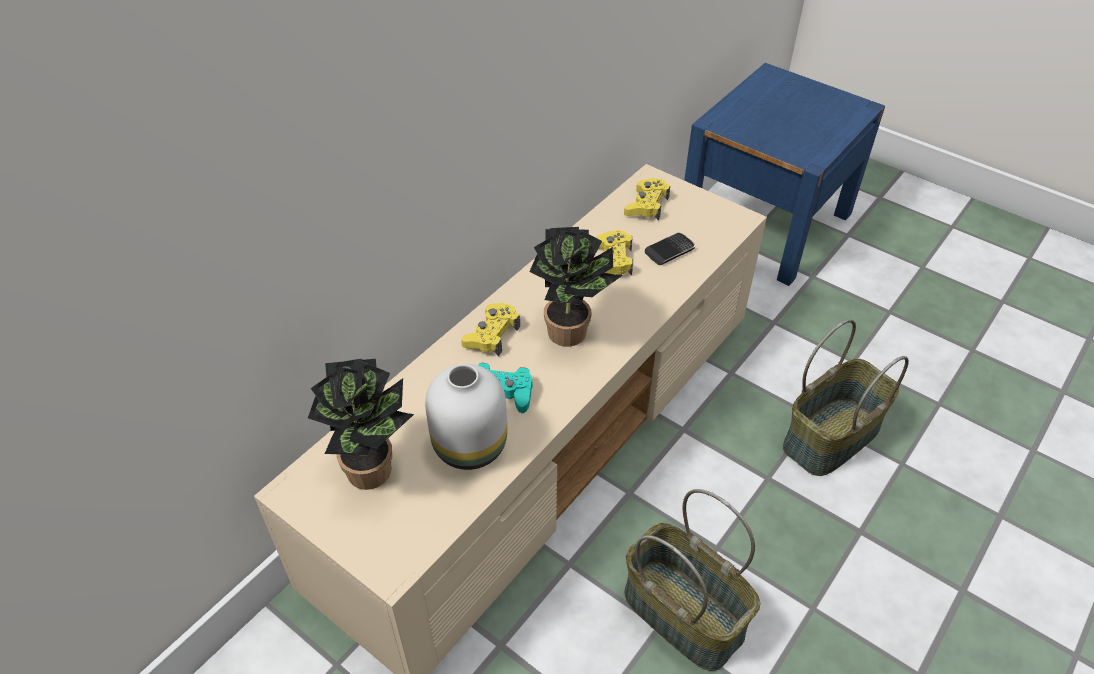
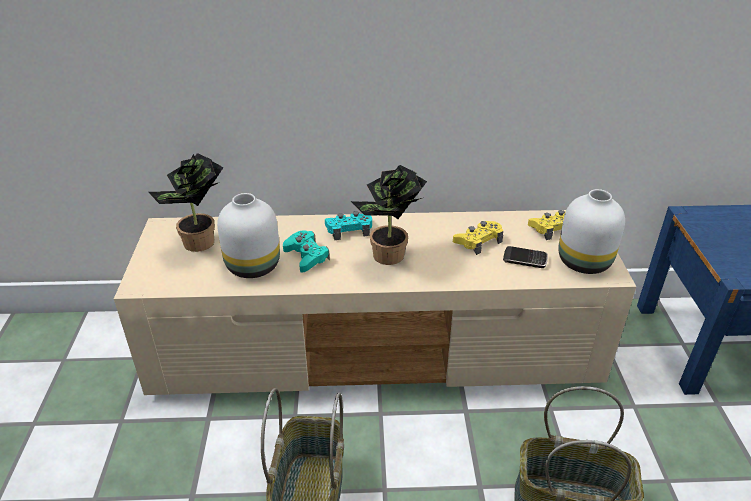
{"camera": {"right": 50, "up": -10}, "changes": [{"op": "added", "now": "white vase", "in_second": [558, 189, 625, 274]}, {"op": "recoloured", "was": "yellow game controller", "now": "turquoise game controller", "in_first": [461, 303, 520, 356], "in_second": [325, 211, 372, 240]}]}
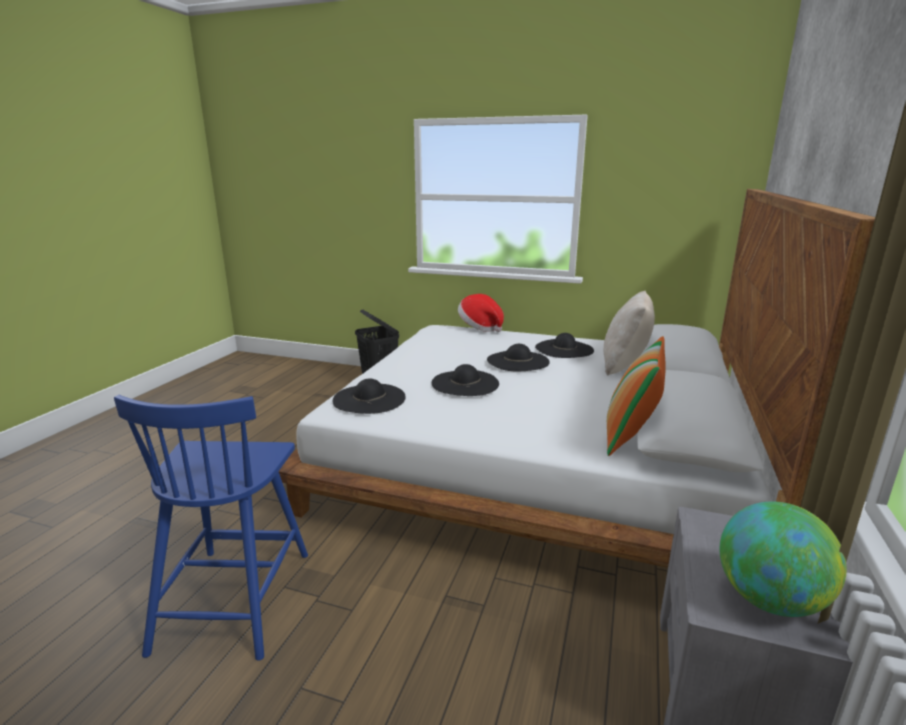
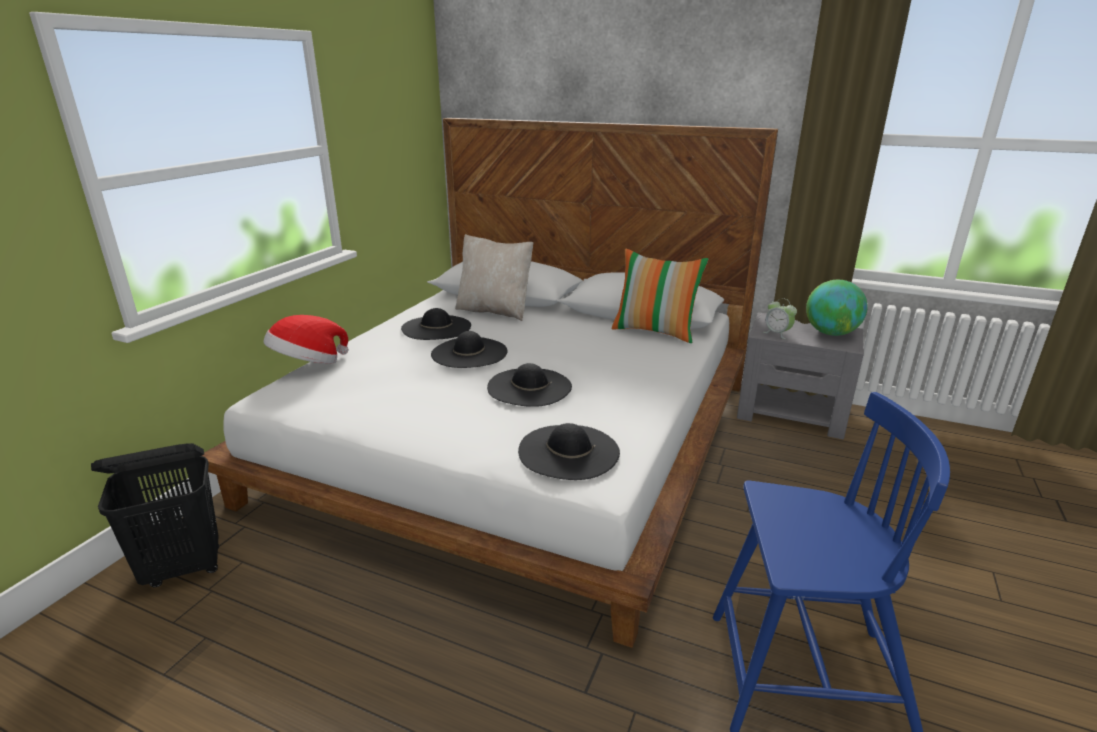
{"camera": {"right": -85, "up": 5}, "changes": [{"op": "added", "now": "alarm clock", "in_second": [763, 298, 797, 339]}]}
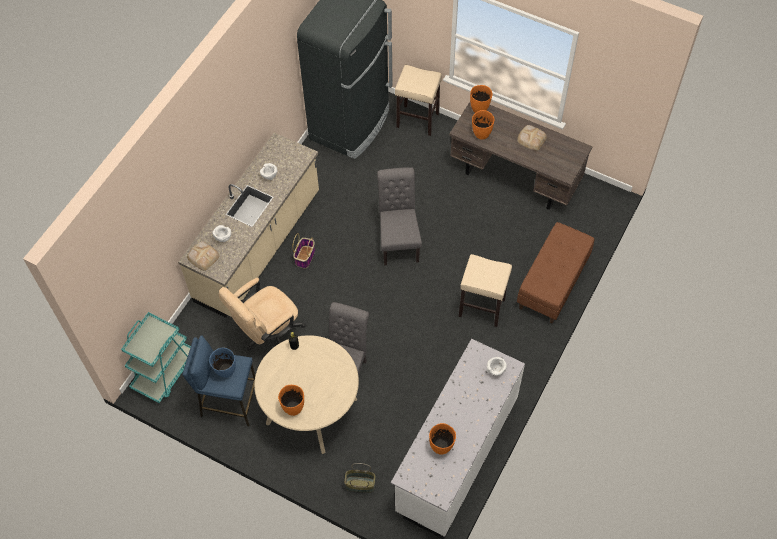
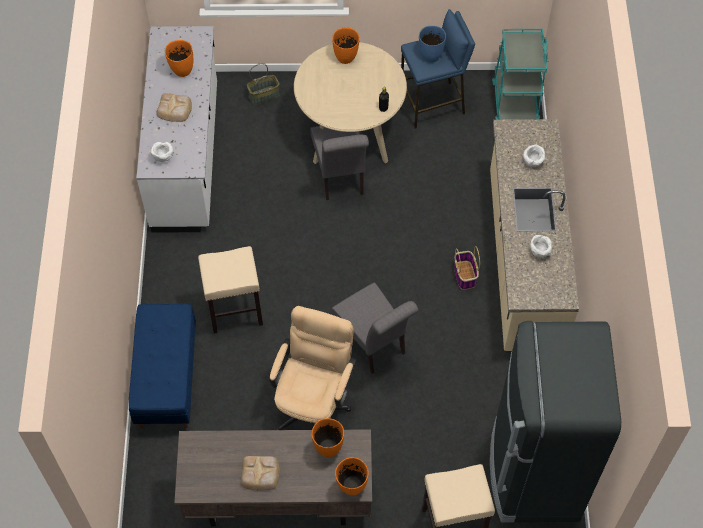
{"camera": {"right": 150, "up": 0}, "changes": [{"op": "moved", "was": "bread", "in_first": [187, 241, 219, 271], "in_second": [156, 93, 192, 122]}, {"op": "moved", "was": "beige office chair", "in_first": [218, 278, 305, 351], "in_second": [269, 306, 357, 430]}, {"op": "recoloured", "was": "brown bench", "now": "blue bench", "in_first": [517, 222, 594, 324], "in_second": [129, 304, 196, 429]}]}
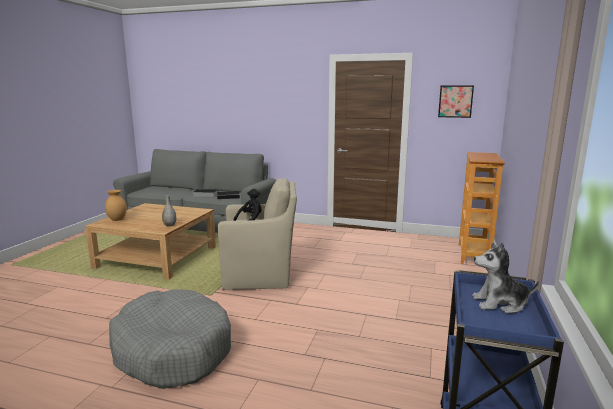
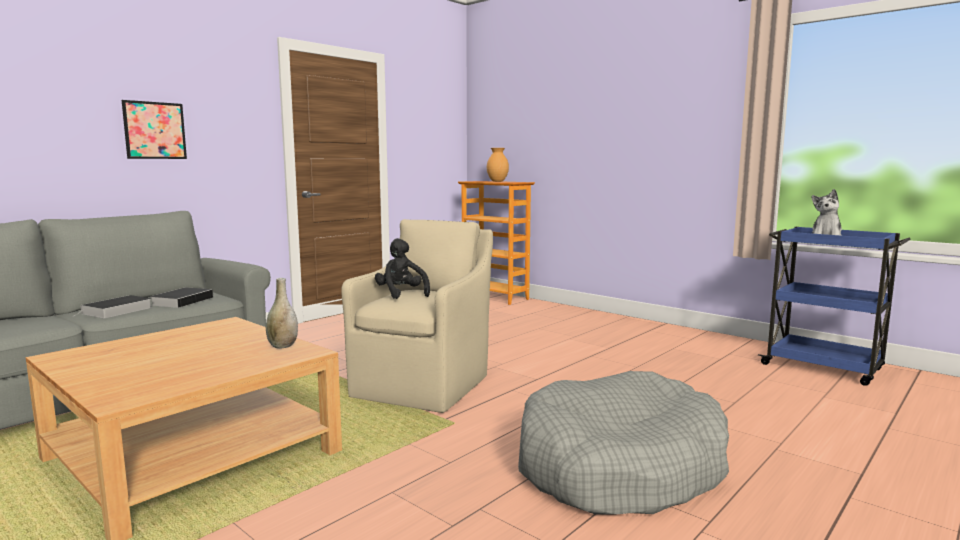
{"camera": {"right": -65, "up": -5}, "changes": [{"op": "moved", "was": "brown vase", "in_first": [105, 190, 127, 221], "in_second": [487, 148, 509, 182]}, {"op": "moved", "was": "picture", "in_first": [438, 85, 474, 118], "in_second": [122, 100, 187, 159]}]}
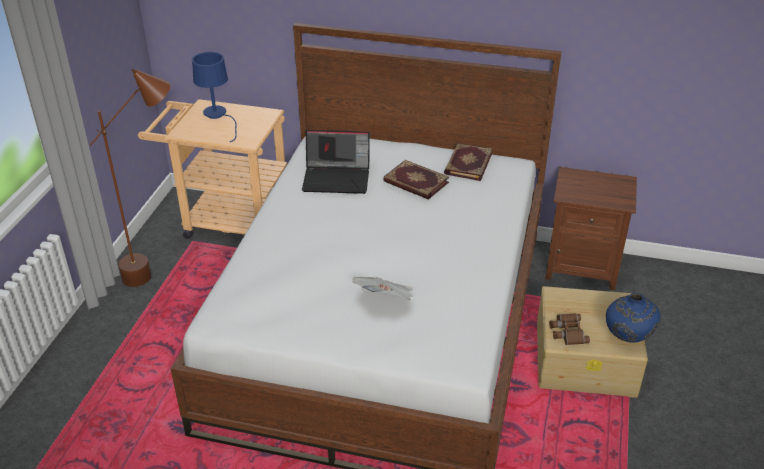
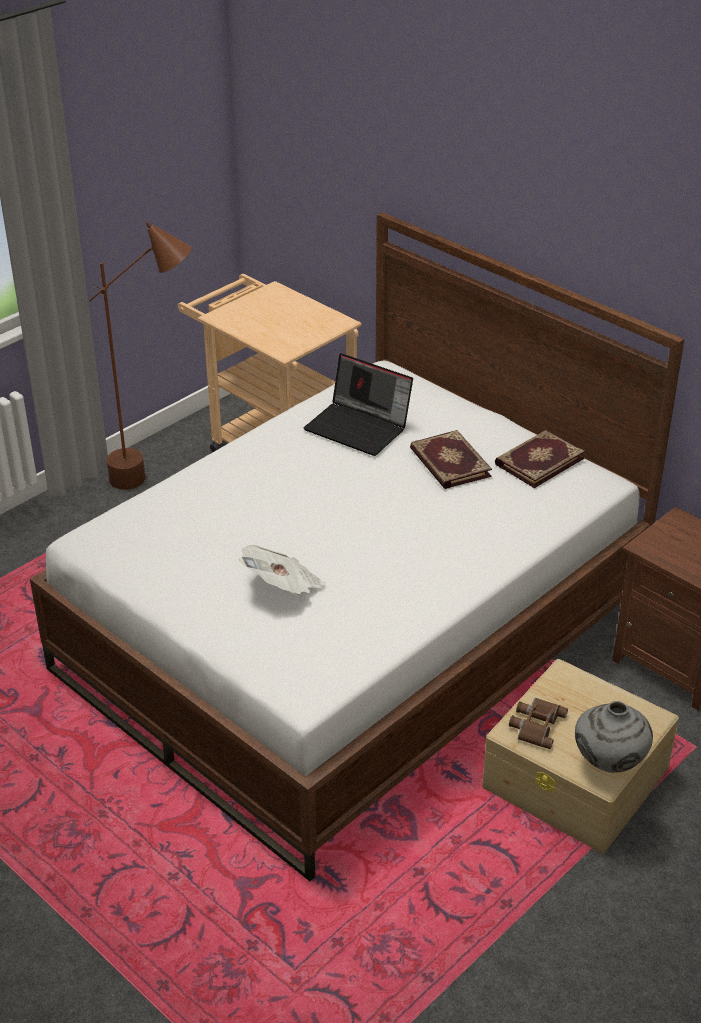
{"camera": {"right": 30, "up": 0}, "changes": [{"op": "removed", "was": "blue table lamp", "in_first": [192, 52, 237, 142]}, {"op": "recoloured", "was": "blue vase", "now": "grey vase", "in_first": [606, 293, 661, 342], "in_second": [575, 701, 653, 773]}]}
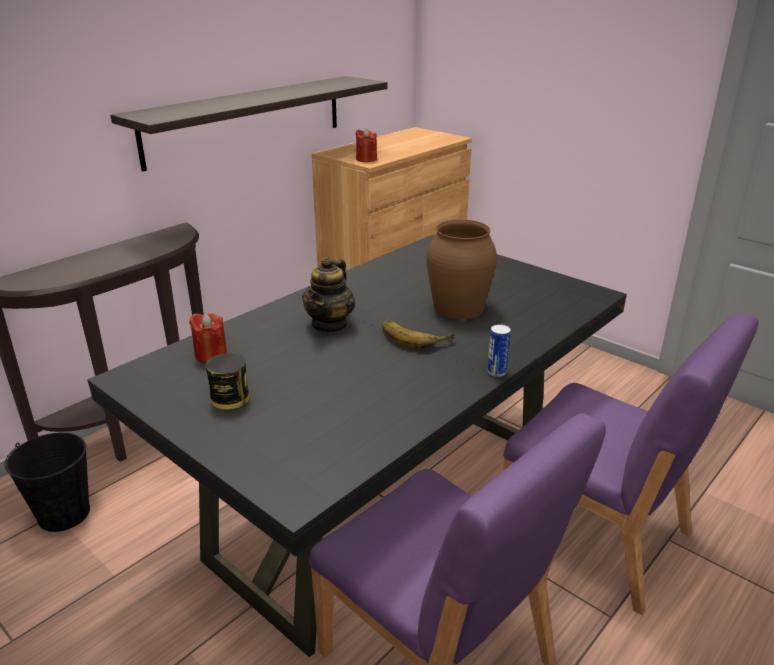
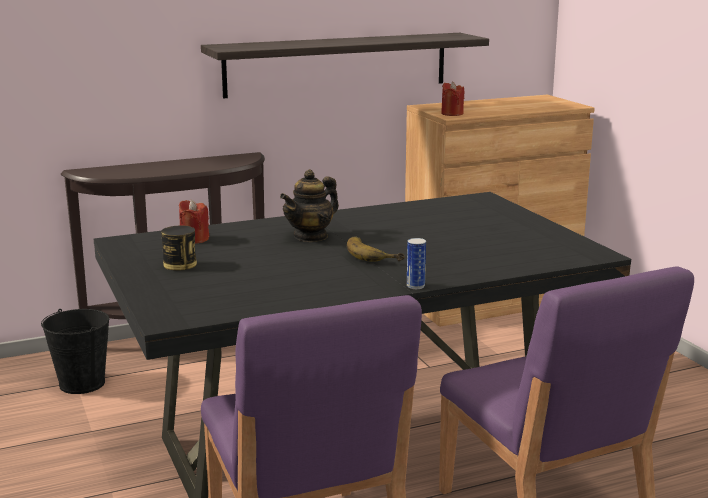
{"camera": {"right": 25, "up": -10}, "changes": [{"op": "removed", "was": "brown vase", "in_first": [426, 219, 497, 319]}]}
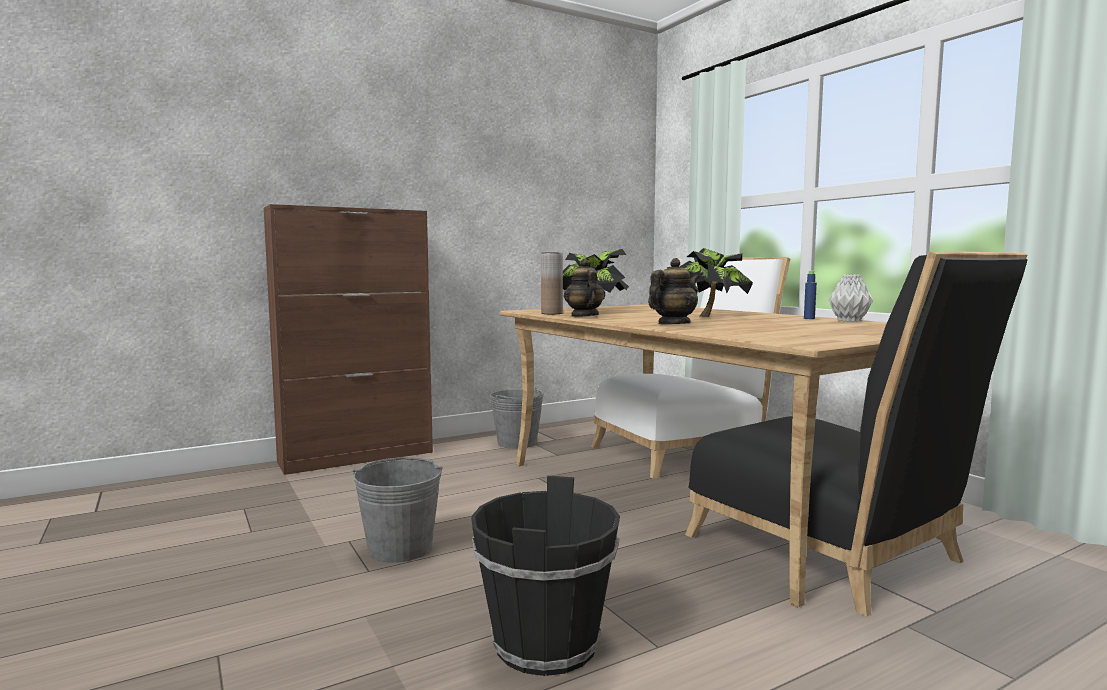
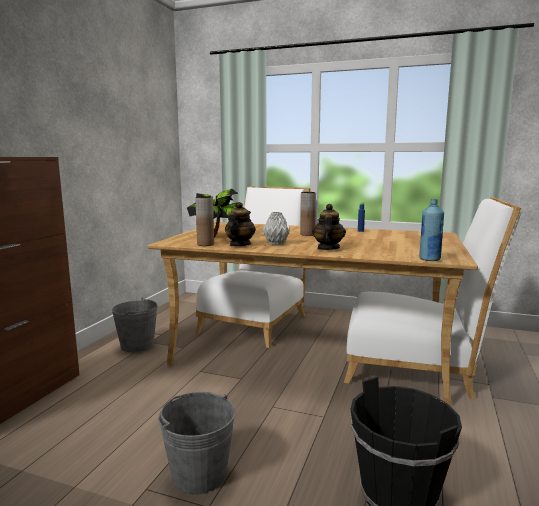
{"camera": {"right": -40, "up": 5}, "changes": [{"op": "added", "now": "blue bottle", "in_second": [419, 199, 444, 261]}, {"op": "moved", "was": "grey vase", "in_first": [828, 275, 873, 322], "in_second": [263, 212, 290, 245]}, {"op": "replaced", "was": "potted plant", "now": "brown vase", "in_first": [679, 248, 753, 317], "in_second": [300, 192, 316, 236]}, {"op": "recoloured", "was": "black chair", "now": "white chair", "in_first": [685, 251, 1028, 617], "in_second": [344, 197, 522, 399]}, {"op": "turned", "was": "teapot", "in_first": [564, 259, 605, 317], "in_second": [225, 202, 256, 246], "clockwise": 75}]}
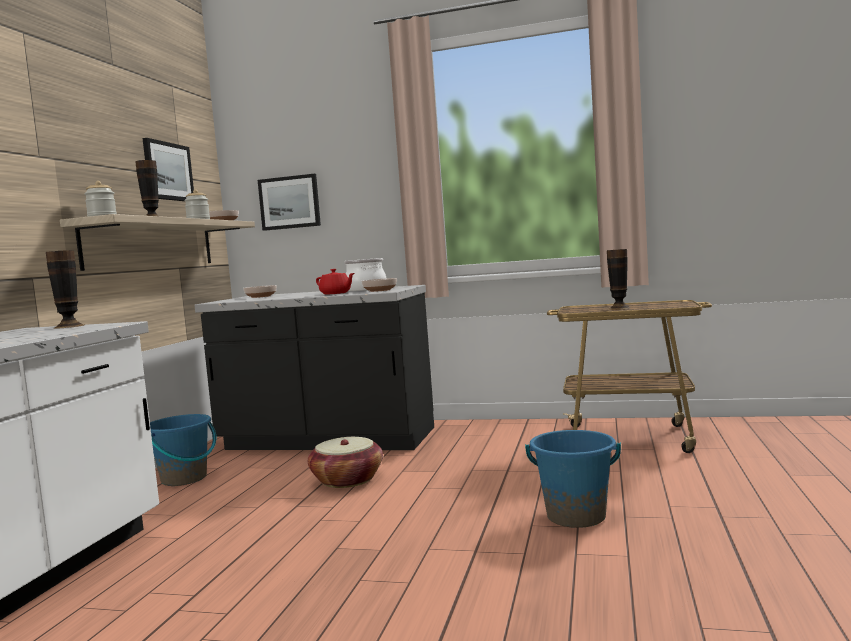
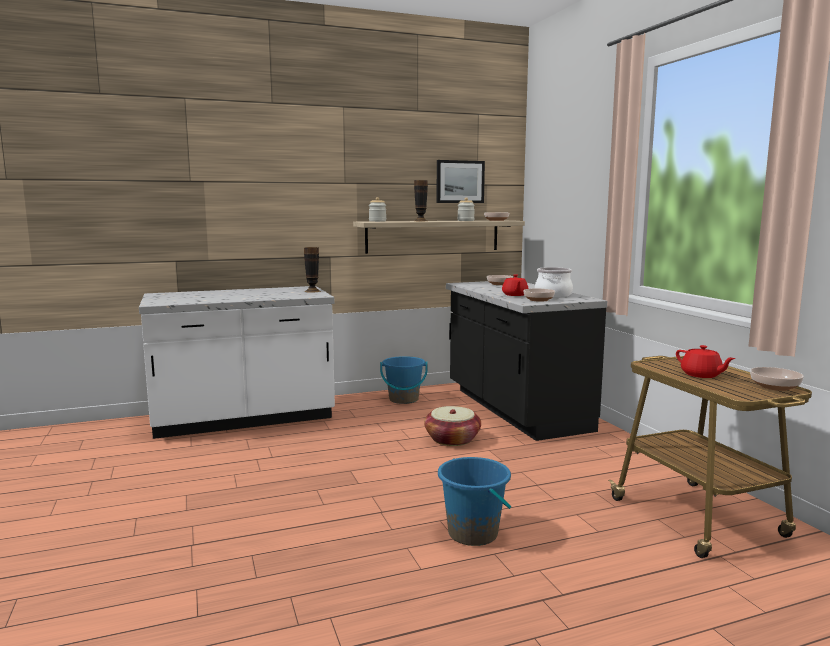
{"camera": {"right": 55, "up": 5}, "changes": [{"op": "removed", "was": "picture", "in_first": [258, 174, 321, 231]}, {"op": "added", "now": "bowl", "in_second": [750, 367, 804, 391]}, {"op": "replaced", "was": "vase", "now": "red teapot", "in_first": [607, 249, 630, 310], "in_second": [676, 345, 735, 378]}]}
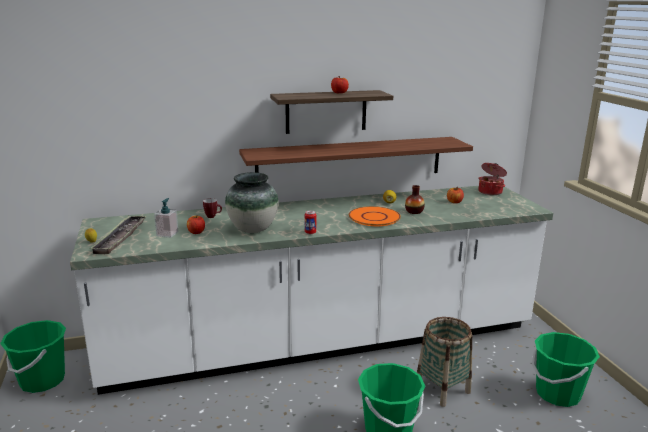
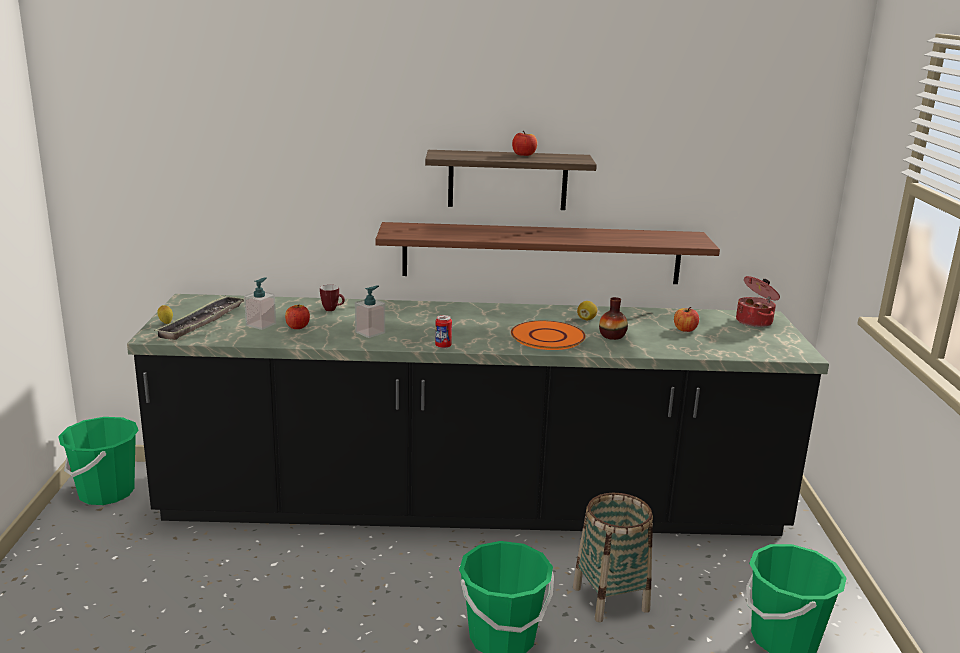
{"camera": {"right": 15, "up": 0}, "changes": [{"op": "replaced", "was": "vase", "now": "soap dispenser", "in_first": [225, 172, 279, 233], "in_second": [355, 286, 385, 338]}, {"op": "recoloured", "was": "white counter", "now": "black counter", "in_first": [70, 186, 553, 395], "in_second": [127, 294, 829, 536]}]}
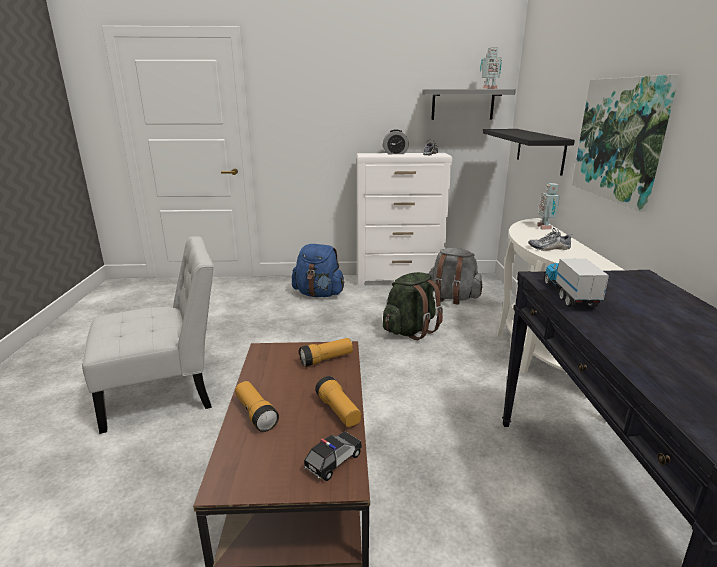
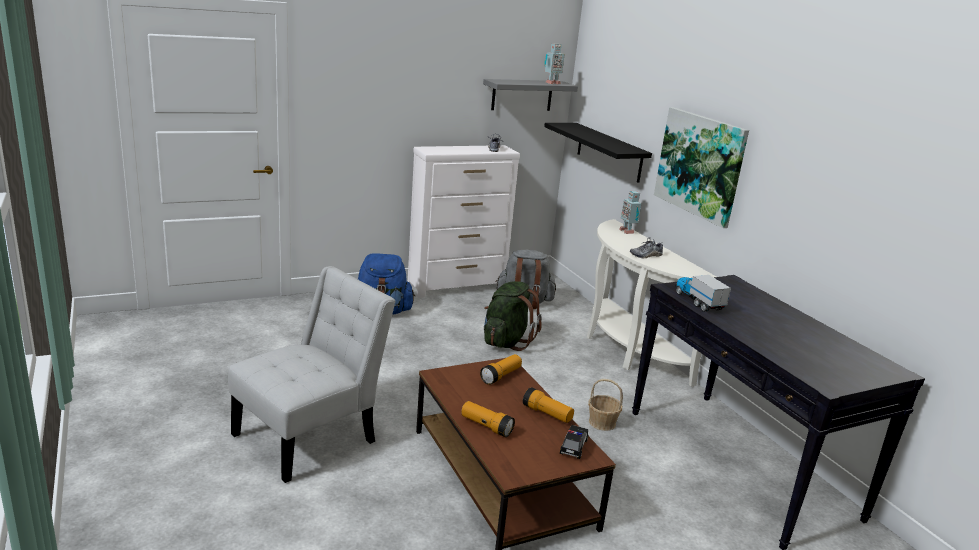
{"camera": {"right": -25, "up": 0}, "changes": [{"op": "removed", "was": "alarm clock", "in_first": [383, 129, 409, 154]}, {"op": "added", "now": "basket", "in_second": [588, 379, 623, 431]}]}
